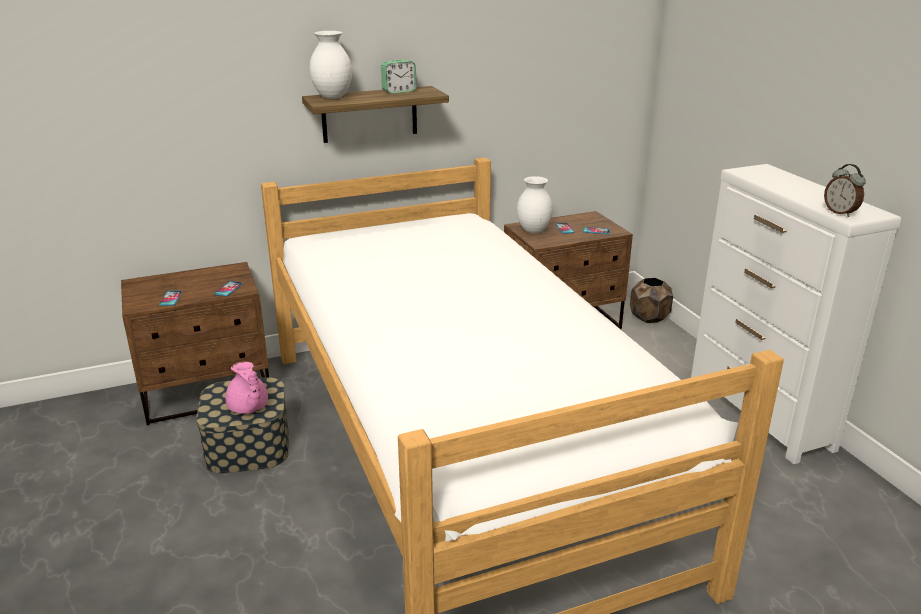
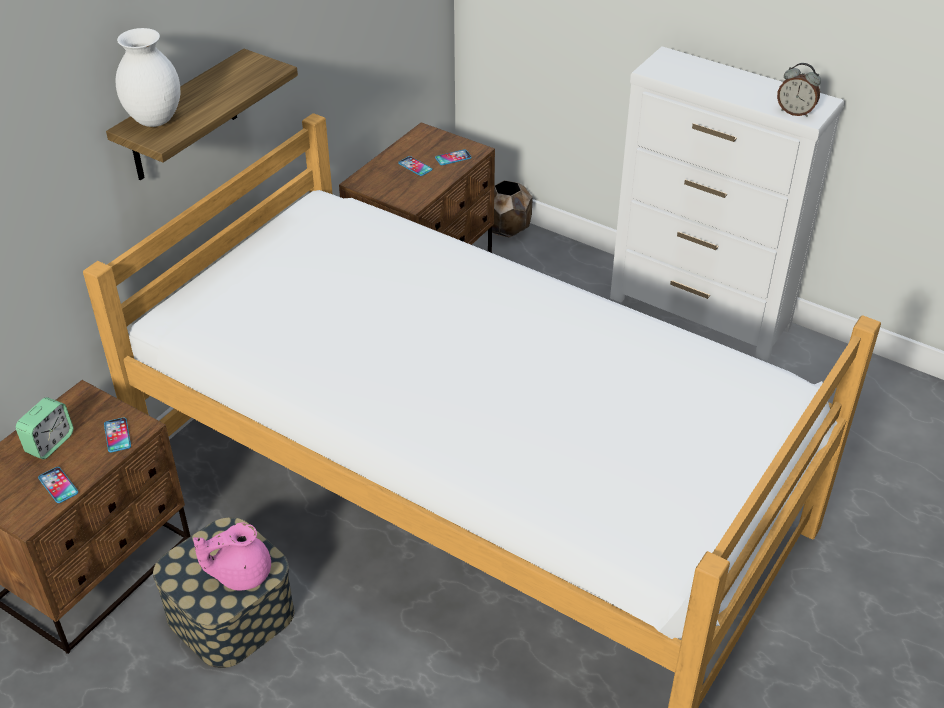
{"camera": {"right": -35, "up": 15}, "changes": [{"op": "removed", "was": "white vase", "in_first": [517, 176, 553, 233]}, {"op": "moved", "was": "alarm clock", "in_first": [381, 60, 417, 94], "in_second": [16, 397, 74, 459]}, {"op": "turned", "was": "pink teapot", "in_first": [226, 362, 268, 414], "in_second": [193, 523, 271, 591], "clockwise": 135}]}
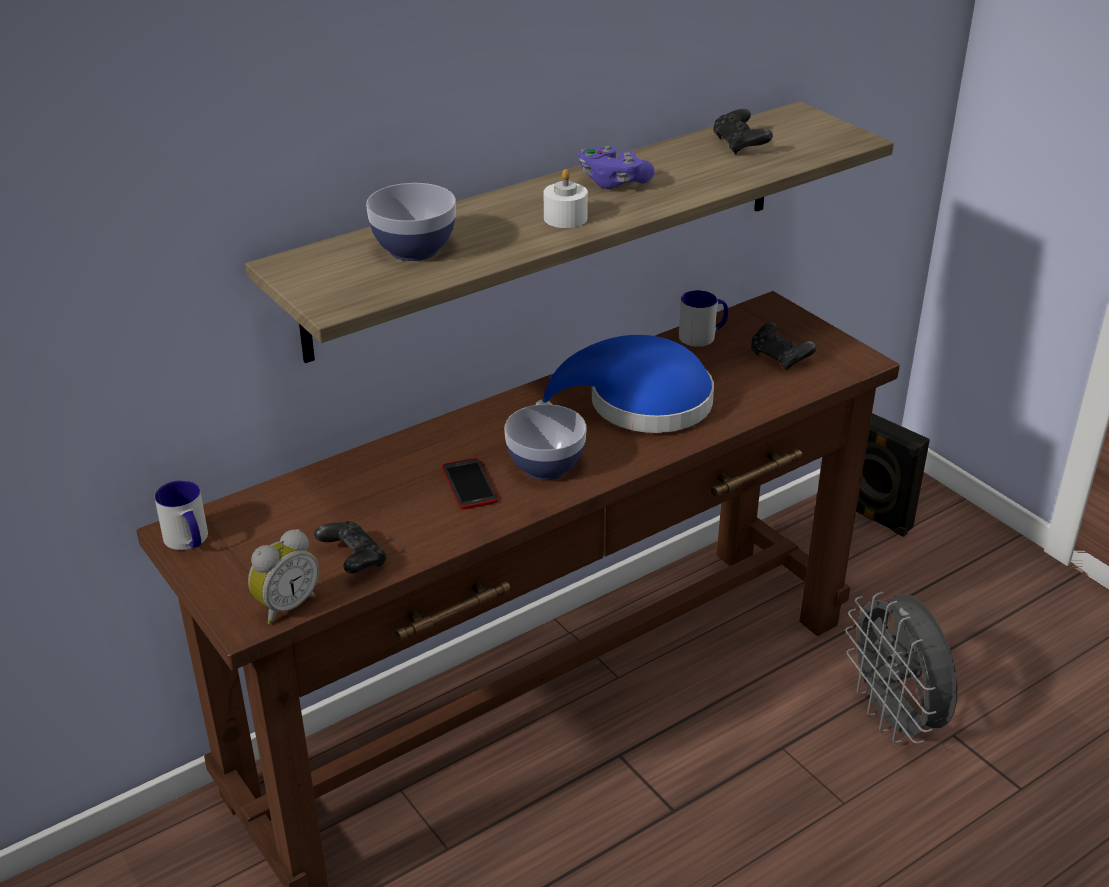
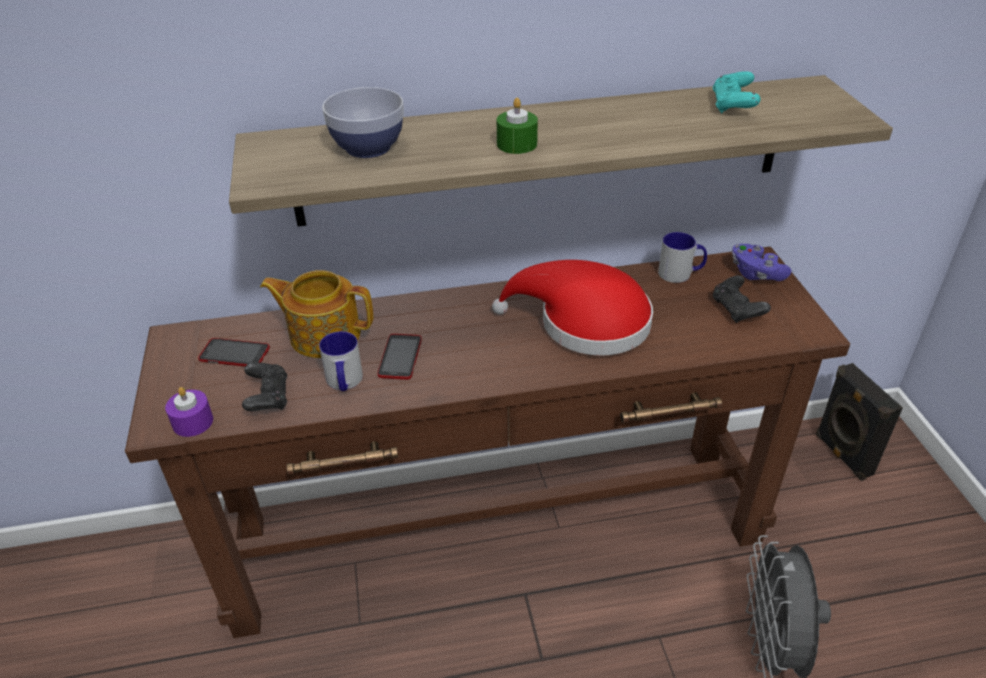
{"camera": {"right": 25, "up": 5}, "changes": [{"op": "removed", "was": "bowl", "in_first": [504, 404, 587, 480]}, {"op": "added", "now": "phone", "in_second": [198, 338, 270, 367]}, {"op": "added", "now": "teapot", "in_second": [260, 270, 373, 358]}, {"op": "moved", "was": "mug", "in_first": [154, 480, 208, 550], "in_second": [319, 331, 363, 391]}, {"op": "moved", "was": "purple game controller", "in_first": [578, 146, 654, 189], "in_second": [732, 244, 791, 281]}, {"op": "replaced", "was": "alarm clock", "now": "purple candle", "in_first": [248, 529, 319, 625], "in_second": [165, 387, 213, 437]}, {"op": "recoloured", "was": "blue hat", "now": "red hat", "in_first": [535, 335, 714, 433], "in_second": [492, 260, 653, 356]}, {"op": "recoloured", "was": "white candle", "now": "green candle", "in_first": [544, 169, 588, 228], "in_second": [497, 98, 538, 154]}, {"op": "recoloured", "was": "black game controller", "now": "turquoise game controller", "in_first": [713, 109, 773, 155], "in_second": [713, 71, 761, 114]}]}
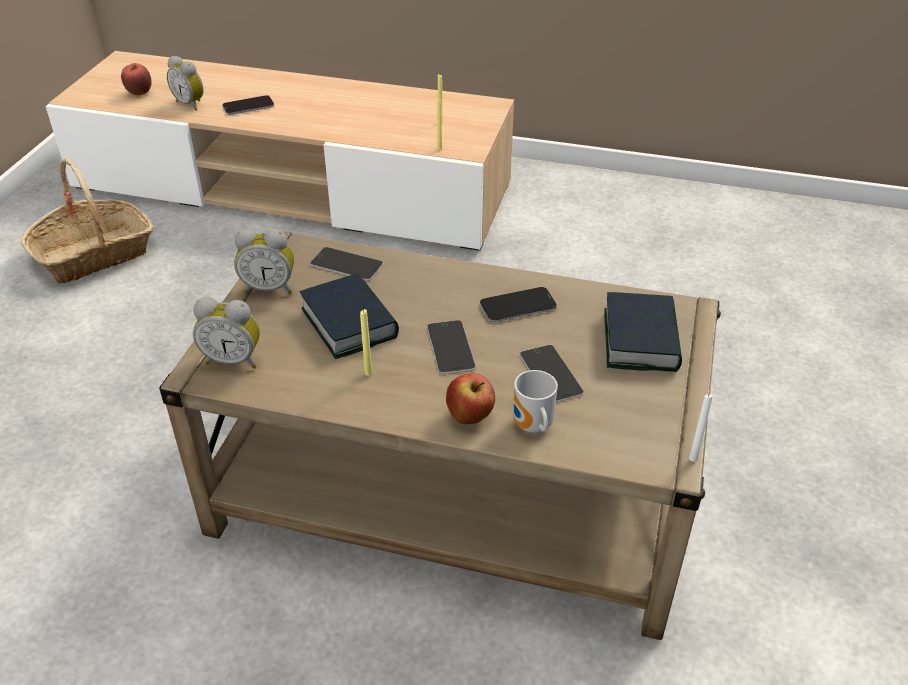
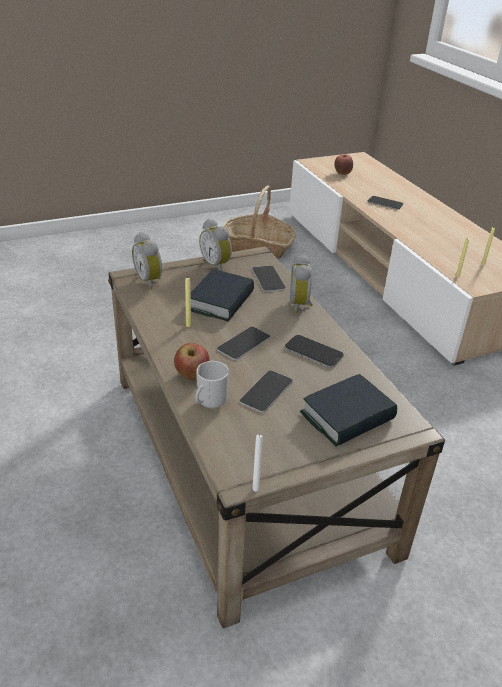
{"camera": {"right": 50, "up": -5}, "changes": [{"op": "moved", "was": "alarm clock", "in_first": [167, 56, 204, 111], "in_second": [290, 254, 312, 314]}]}
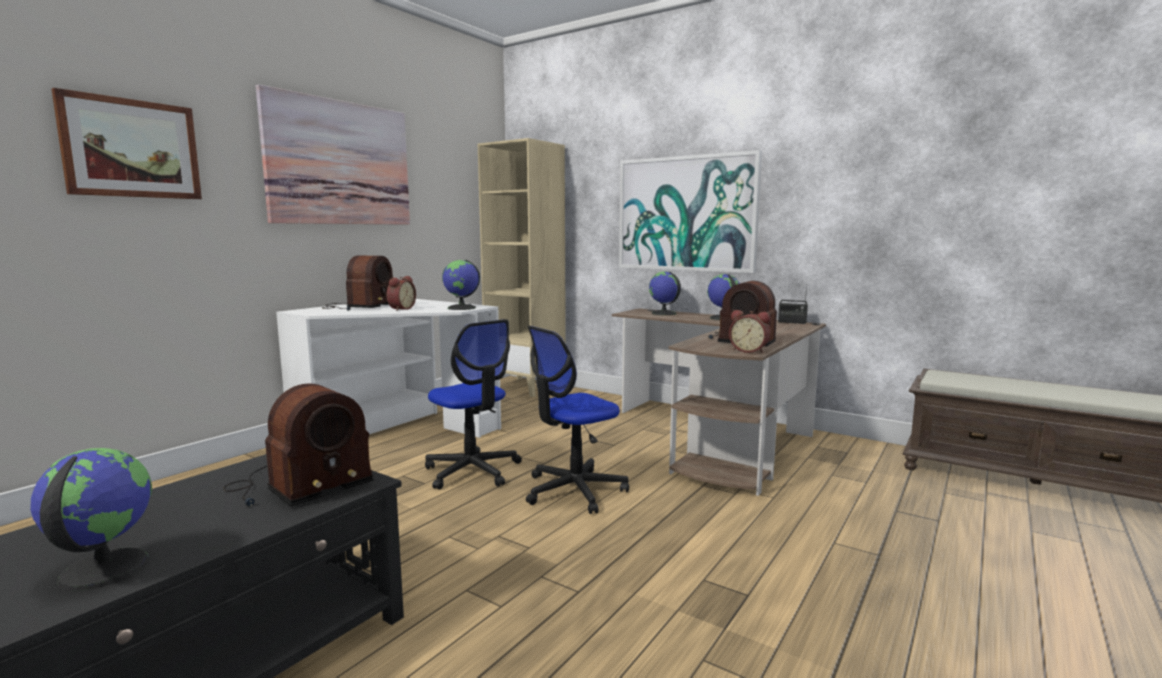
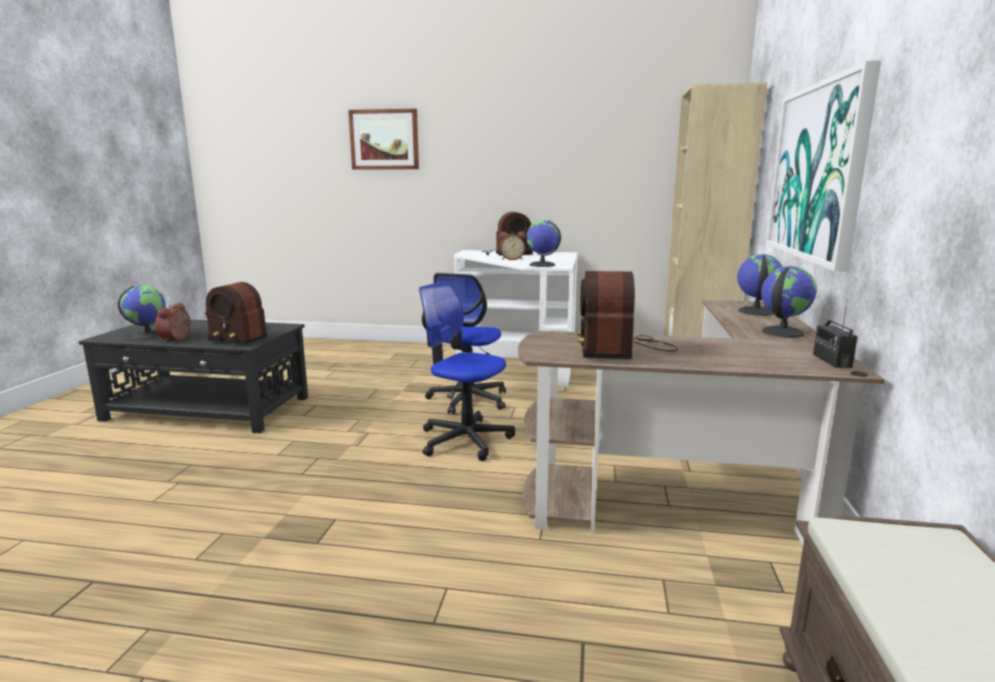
{"camera": {"right": 65, "up": 5}, "changes": [{"op": "removed", "was": "picture", "in_first": [256, 85, 410, 225]}, {"op": "moved", "was": "alarm clock", "in_first": [729, 310, 771, 353], "in_second": [156, 302, 190, 343]}]}
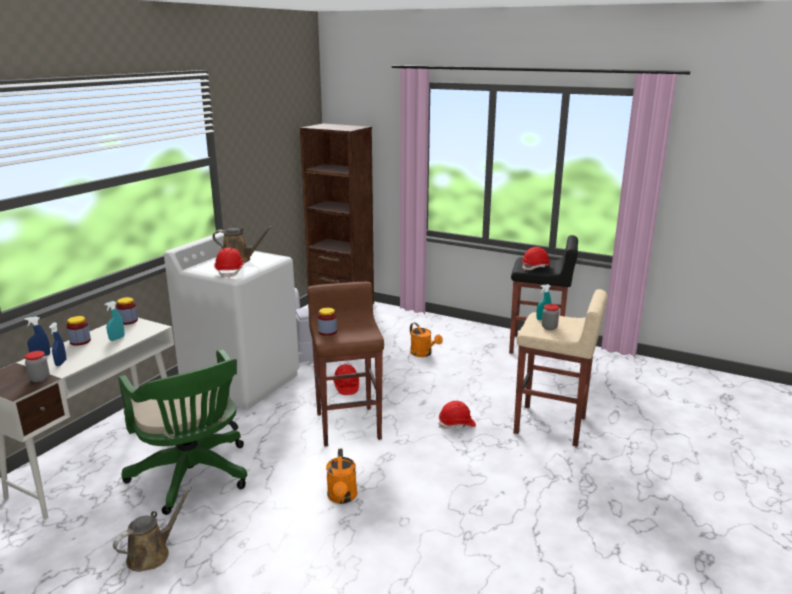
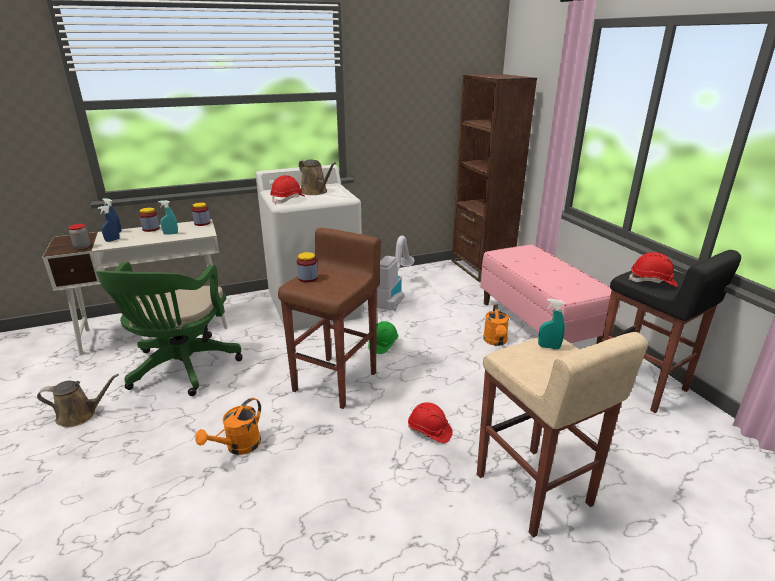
{"camera": {"right": 40, "up": 5}, "changes": [{"op": "removed", "was": "jar", "in_first": [542, 304, 559, 330]}, {"op": "added", "now": "pink bench", "in_second": [480, 244, 619, 344]}, {"op": "recoloured", "was": "red hard hat", "now": "green hard hat", "in_first": [333, 364, 359, 395], "in_second": [368, 321, 399, 354]}]}
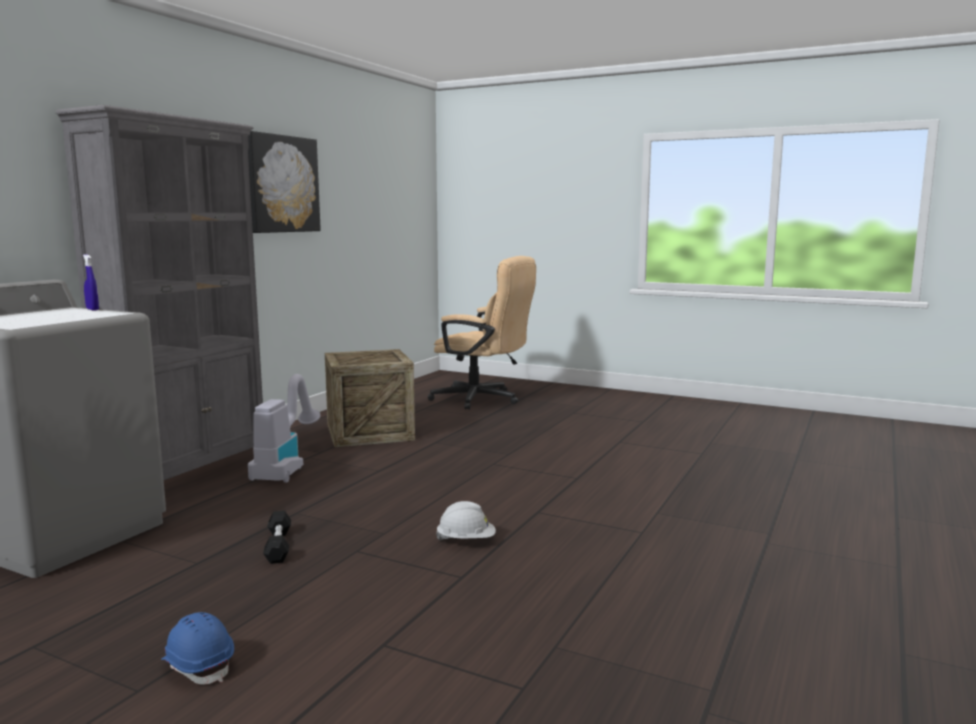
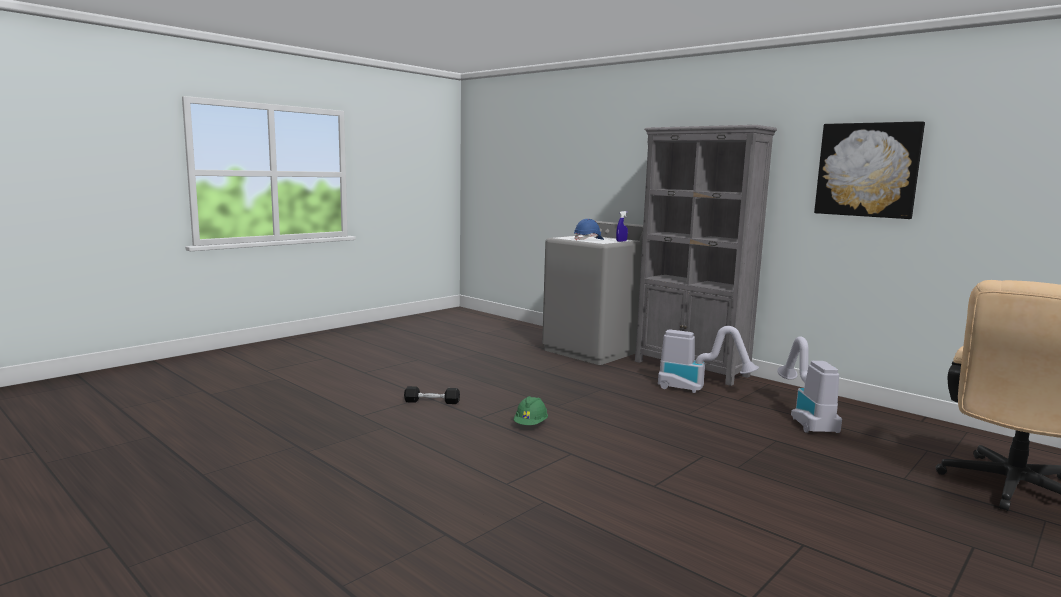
{"camera": {"right": 105, "up": 0}, "changes": [{"op": "moved", "was": "blue hard hat", "in_first": [161, 612, 234, 685], "in_second": [574, 219, 604, 241]}, {"op": "moved", "was": "black dumbbell", "in_first": [263, 511, 291, 564], "in_second": [404, 386, 460, 404]}, {"op": "replaced", "was": "crate", "now": "vacuum cleaner", "in_first": [325, 349, 415, 447], "in_second": [777, 336, 842, 433]}, {"op": "recoloured", "was": "white hard hat", "now": "green hard hat", "in_first": [436, 501, 496, 540], "in_second": [514, 396, 548, 425]}]}
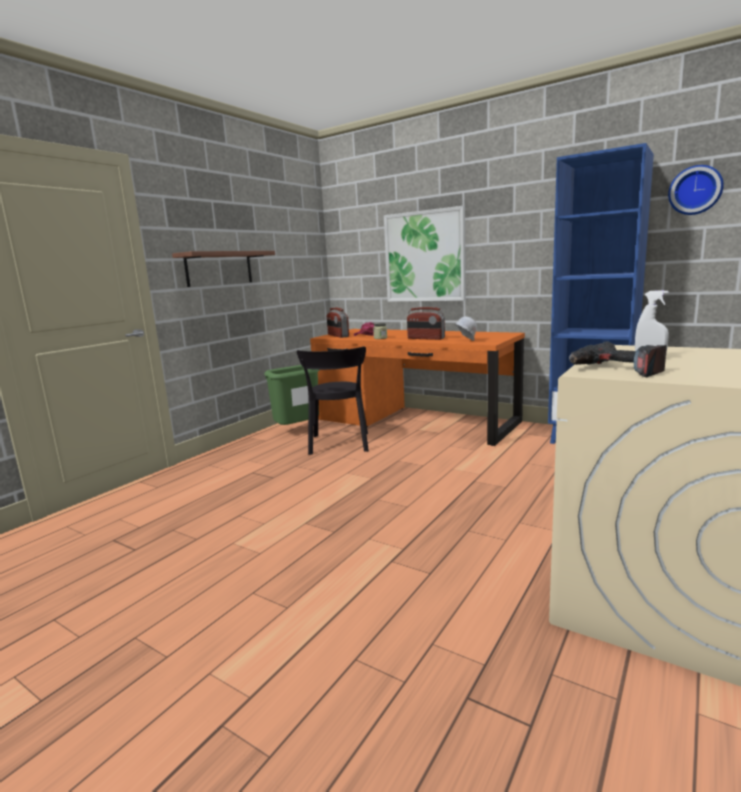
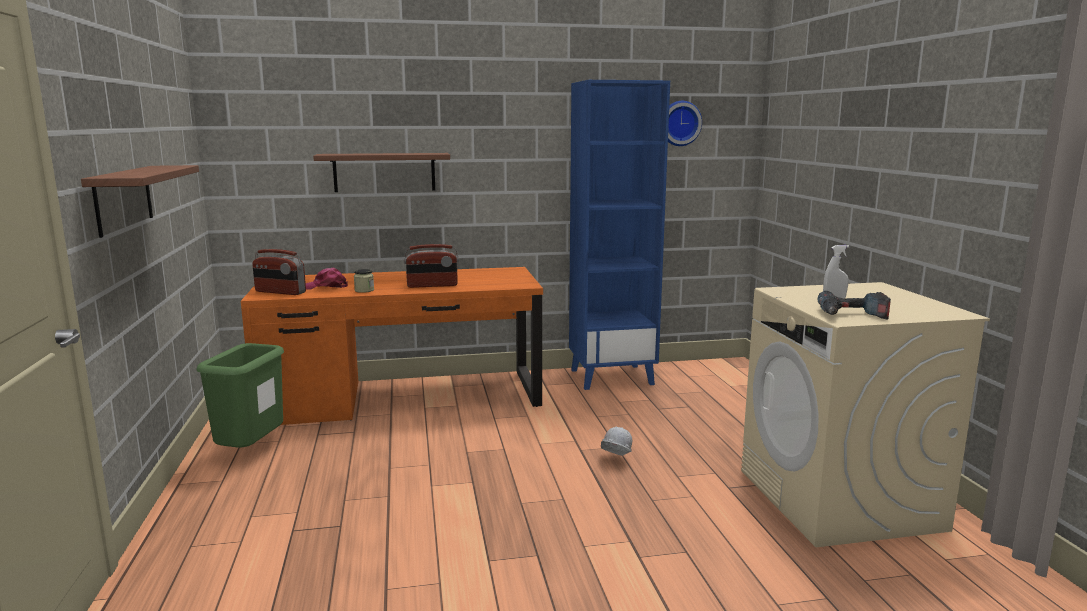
{"camera": {"right": -45, "up": 0}, "changes": [{"op": "removed", "was": "black chair", "in_first": [297, 347, 369, 455]}, {"op": "moved", "was": "white hard hat", "in_first": [454, 317, 477, 341], "in_second": [601, 427, 632, 456]}, {"op": "replaced", "was": "picture", "now": "shelf", "in_first": [384, 206, 466, 302], "in_second": [313, 153, 450, 192]}]}
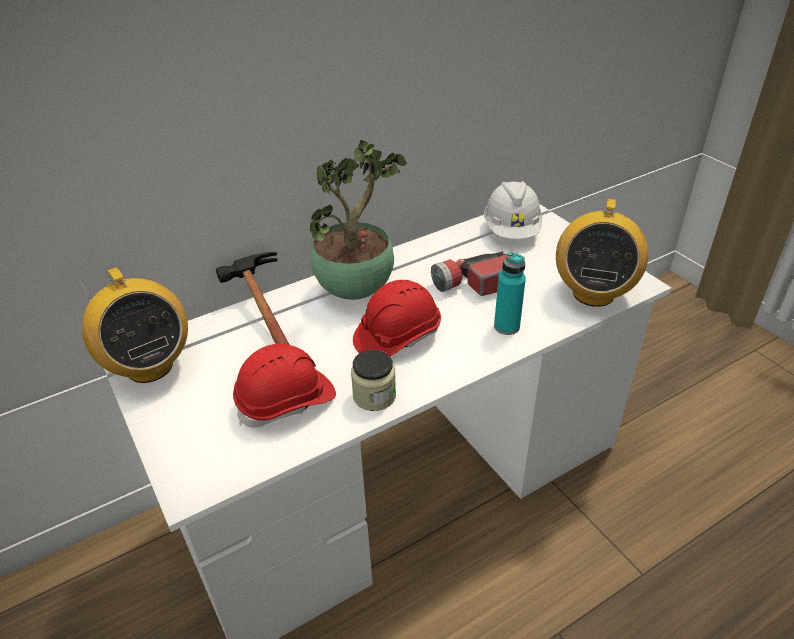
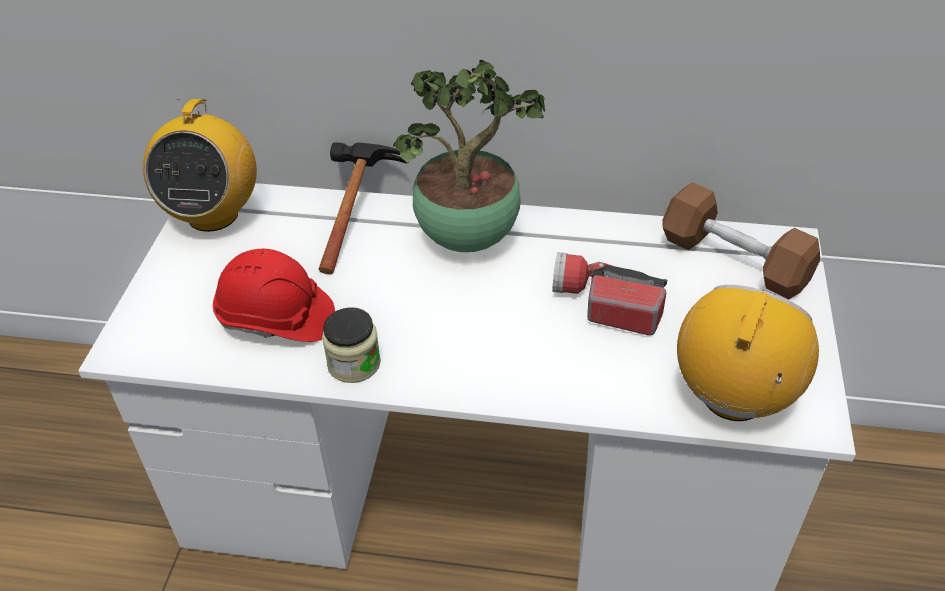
{"camera": {"right": 40, "up": 5}, "changes": [{"op": "removed", "was": "red hard hat", "in_first": [353, 280, 441, 356]}, {"op": "removed", "was": "turquoise bottle", "in_first": [494, 252, 526, 335]}, {"op": "replaced", "was": "white hard hat", "now": "brown dumbbell", "in_first": [484, 181, 542, 239], "in_second": [662, 182, 820, 299]}, {"op": "turned", "was": "radio", "in_first": [556, 199, 649, 307], "in_second": [677, 285, 819, 421], "clockwise": 150}]}
